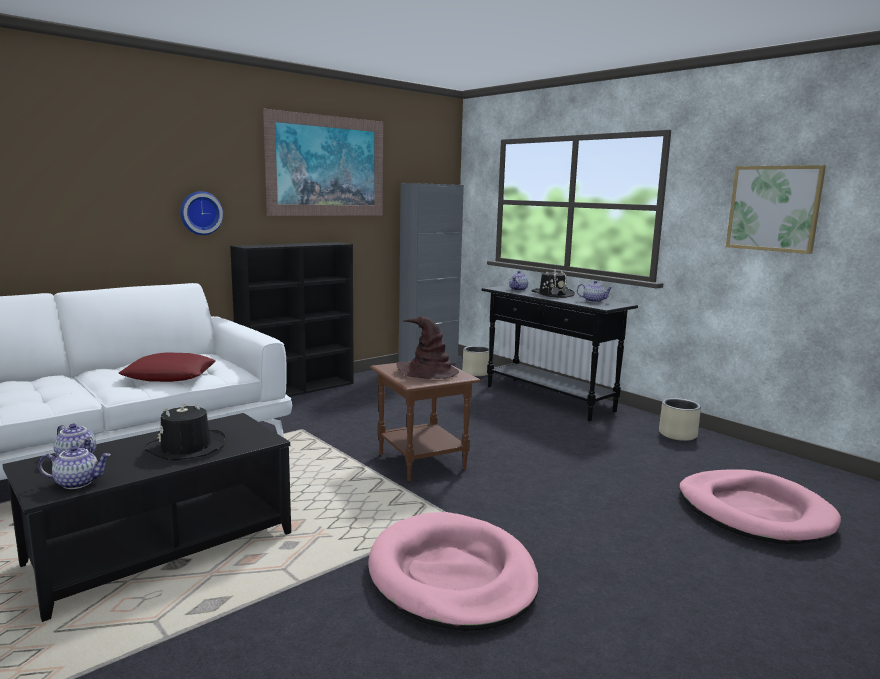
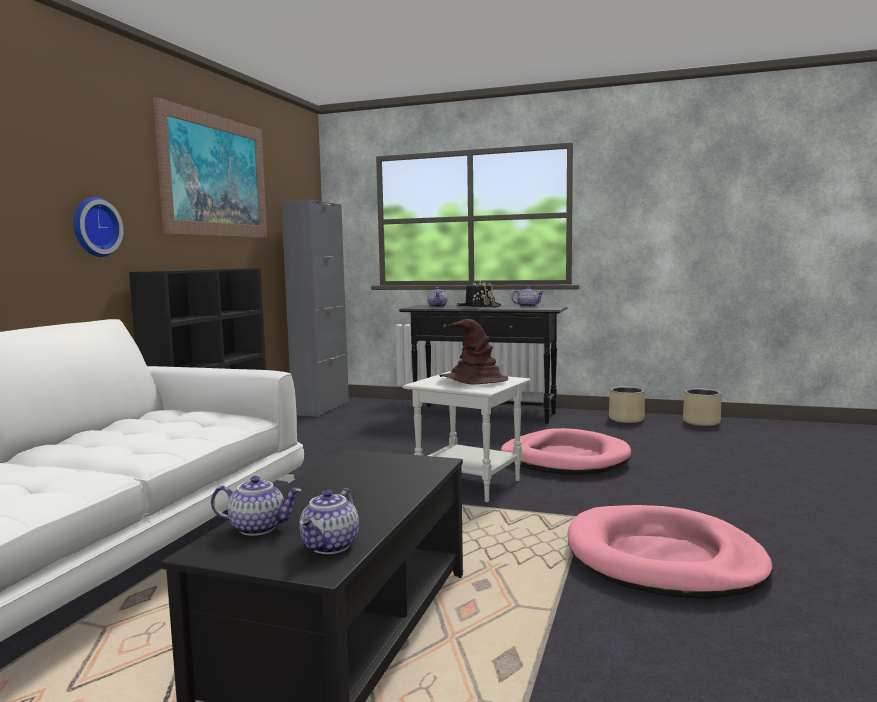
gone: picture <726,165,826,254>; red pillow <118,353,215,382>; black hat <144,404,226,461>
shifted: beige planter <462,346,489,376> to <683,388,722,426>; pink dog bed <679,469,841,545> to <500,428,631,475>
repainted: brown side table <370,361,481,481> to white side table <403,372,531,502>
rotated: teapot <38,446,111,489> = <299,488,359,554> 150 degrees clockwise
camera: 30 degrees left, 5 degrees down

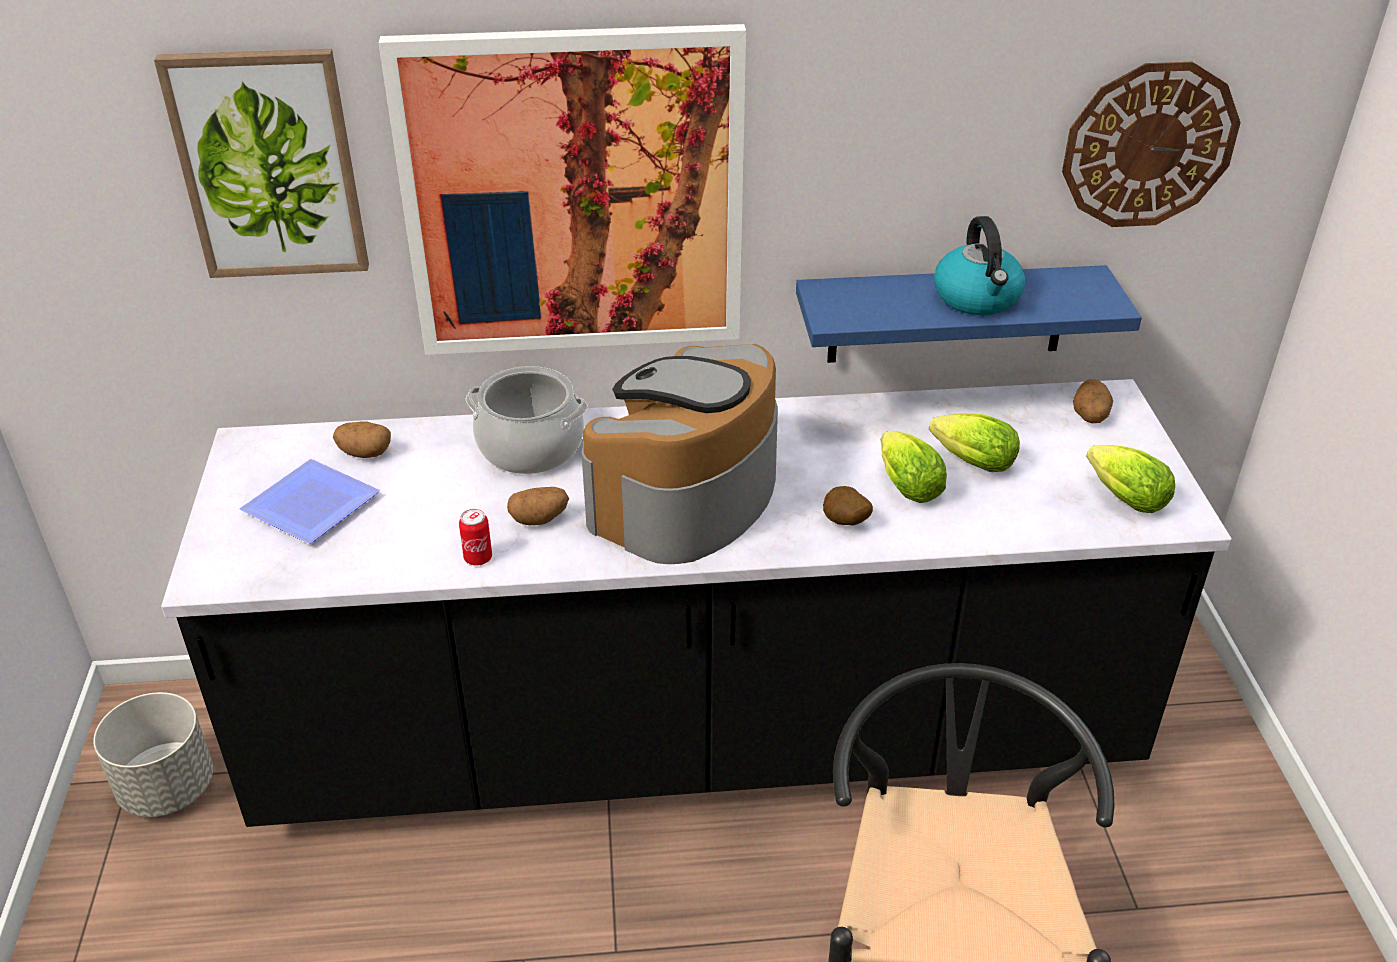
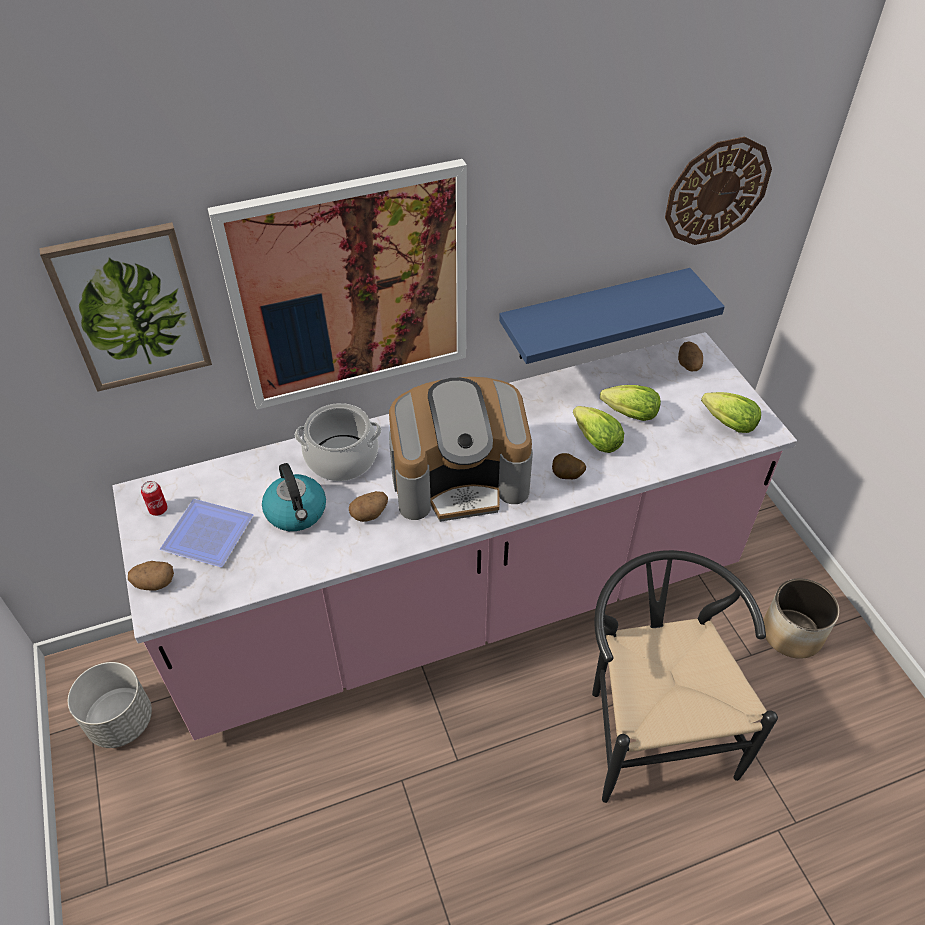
new: planter <763,578,839,659>
shifted: kettle <934,216,1025,315> to <262,463,326,531>; potato <333,421,391,458> to <128,561,174,590>; can <459,509,492,566> to <141,481,168,516>
repainted: black counter <161,379,1232,827> to pink counter <113,332,797,740>
rotated: coffee machine <582,344,778,564> = <389,377,533,522> 120 degrees counterclockwise
camera: 15 degrees left, 10 degrees up

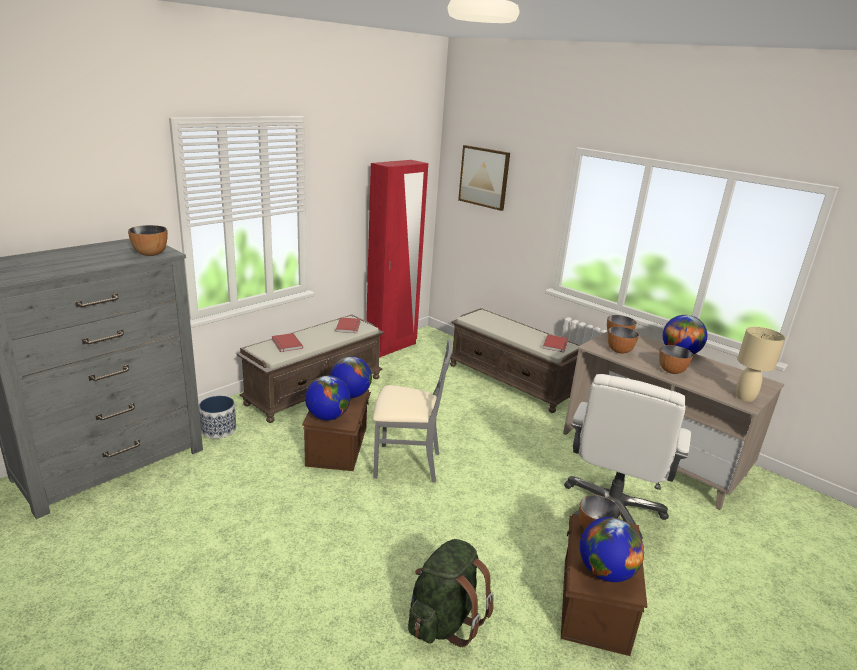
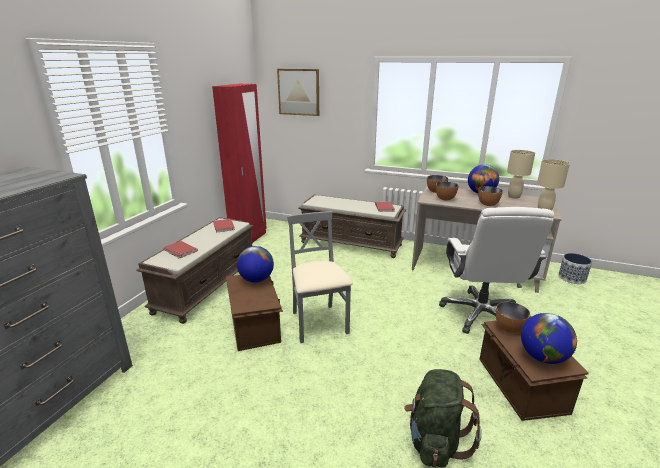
gone: bowl <128,225,168,256>; globe <305,376,350,420>
new: beige table lamp <507,150,535,199>
shifted: planter <199,396,236,439> to <559,253,592,284>
rotated: grey chair <373,339,452,483> = <287,211,353,343> 90 degrees counterclockwise
camera: 20 degrees left, 0 degrees up

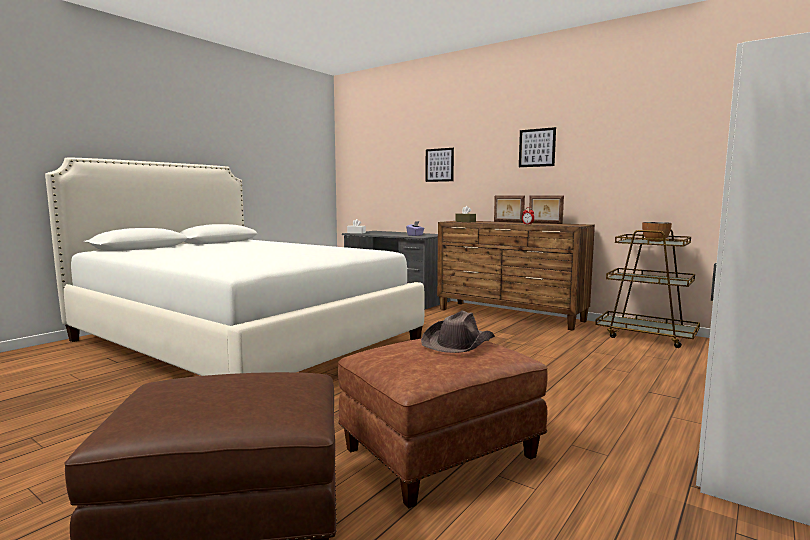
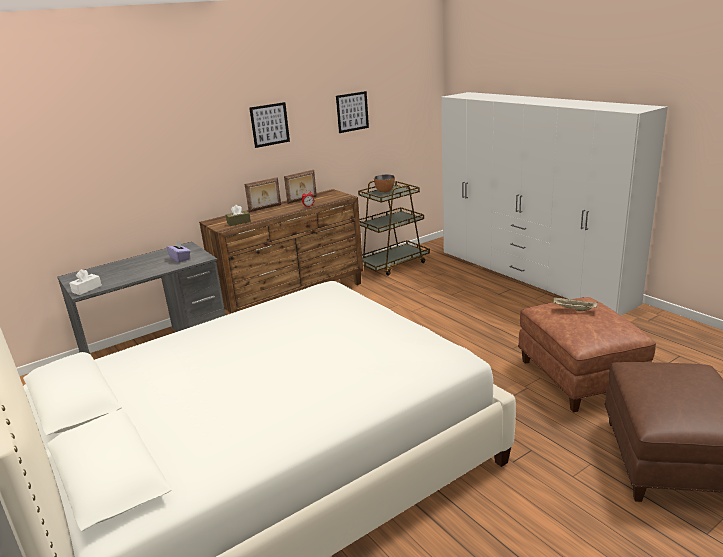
shifted: picture <425,148,454,182> to <336,91,369,133>
swapped: brown hat <421,311,495,353> to beige tray <553,297,598,311>
camera: 70 degrees left, 15 degrees up

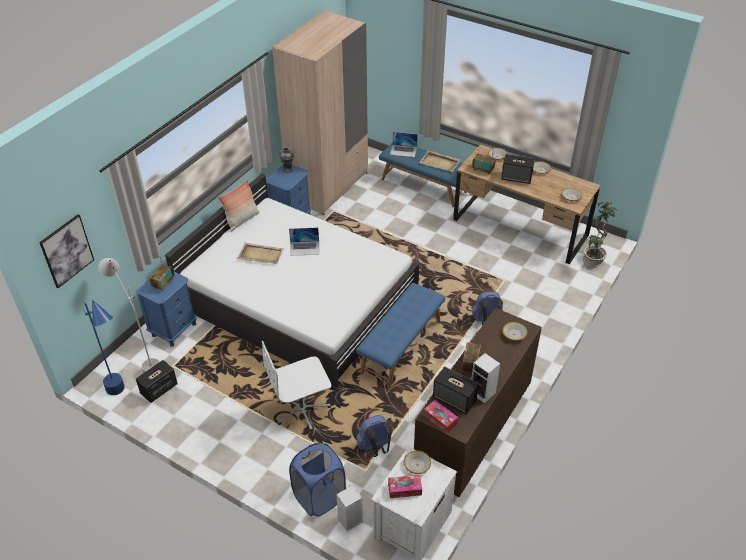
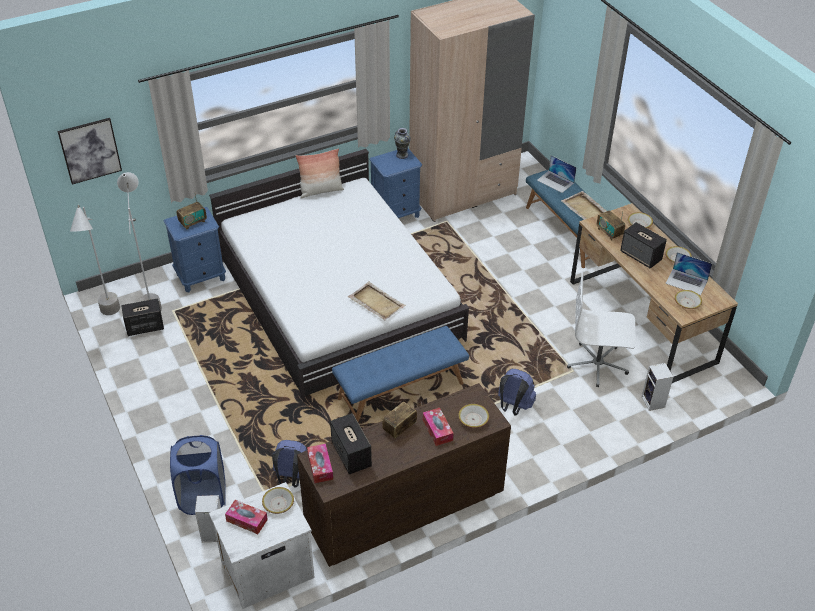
gone: potted plant <583,201,617,268>
new: tissue box <423,408,454,446>
shifted: laptop <289,228,319,256> to <665,252,712,295>; beige tray <237,243,284,264> to <348,282,406,320>; white office chair <262,341,331,431> to <567,272,636,387>; speaker <471,353,500,403> to <642,363,673,411>
repainted: blue floor lamp <83,300,125,395> to grey floor lamp <70,205,120,315>
camera: 30 degrees right, 0 degrees up

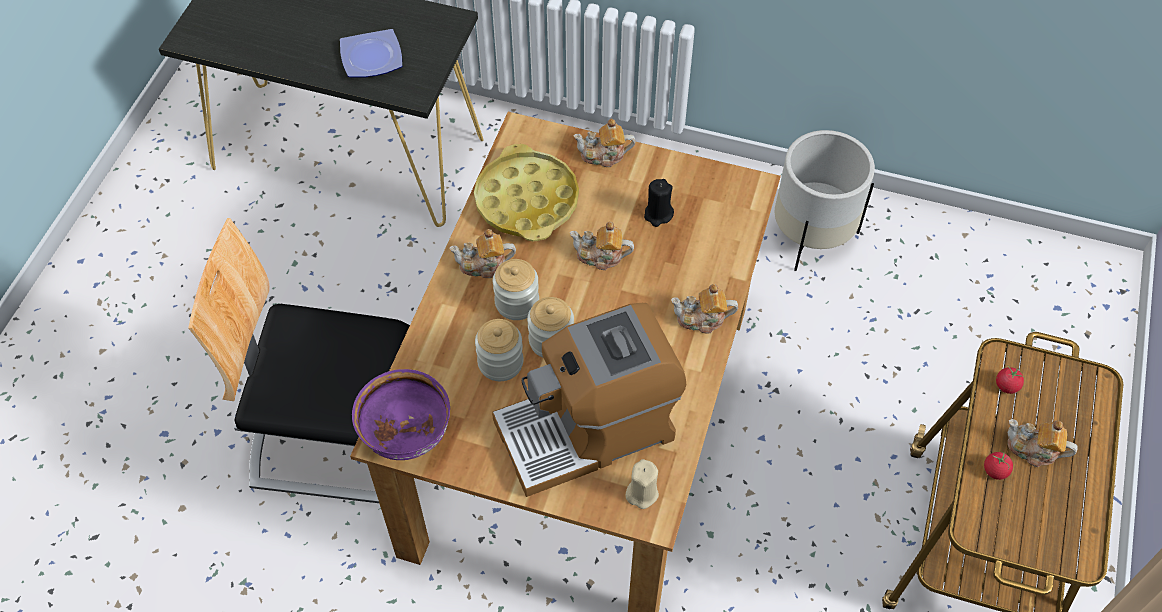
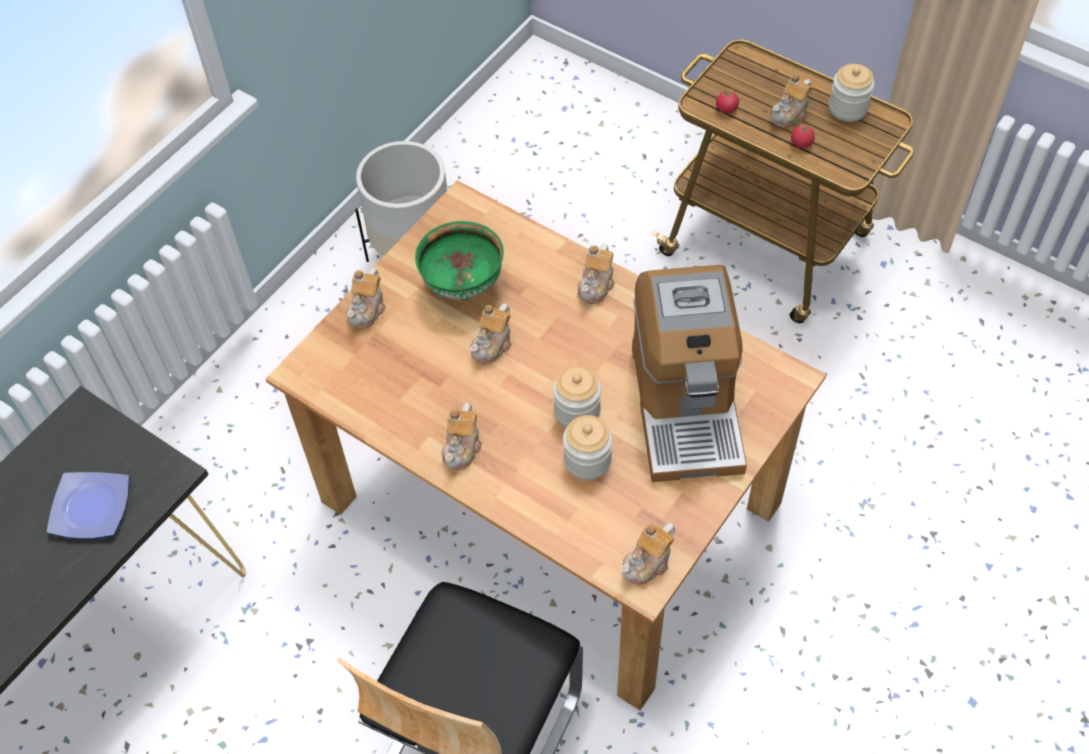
gone: yellow tray <474,144,579,241>; beige candle <625,459,659,509>
shifted: jar <493,259,539,320> to <829,64,875,121>
swapped: black candle <644,179,674,227> to green bowl <415,221,504,300>; purple bowl <352,369,450,460> to teapot <621,523,675,585>
camera: 70 degrees left, 0 degrees up

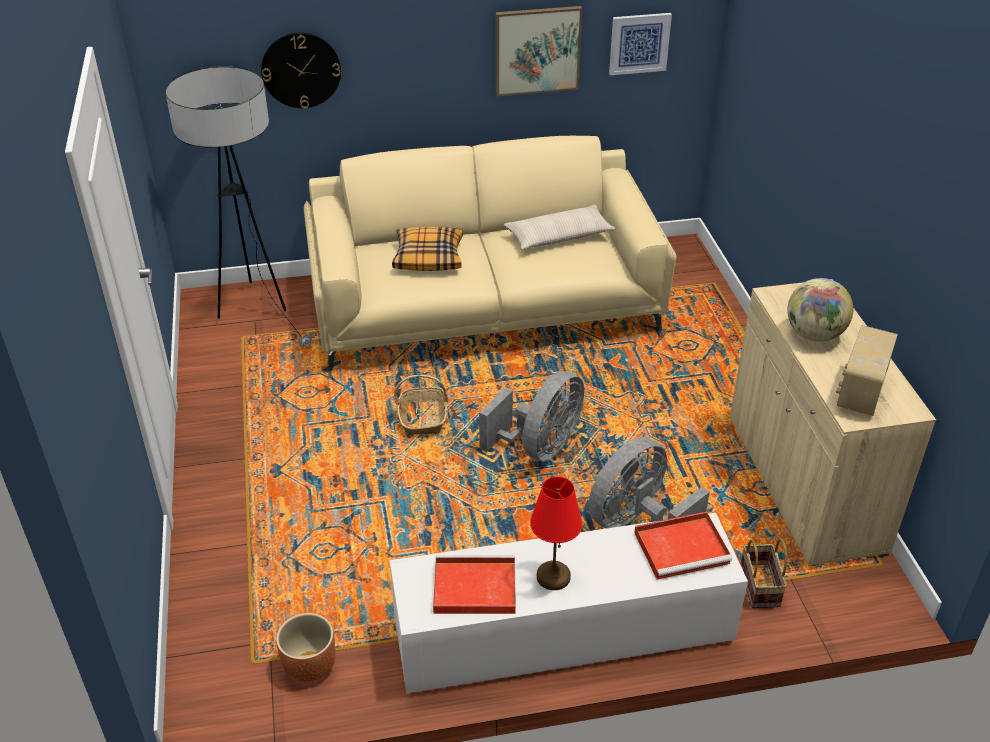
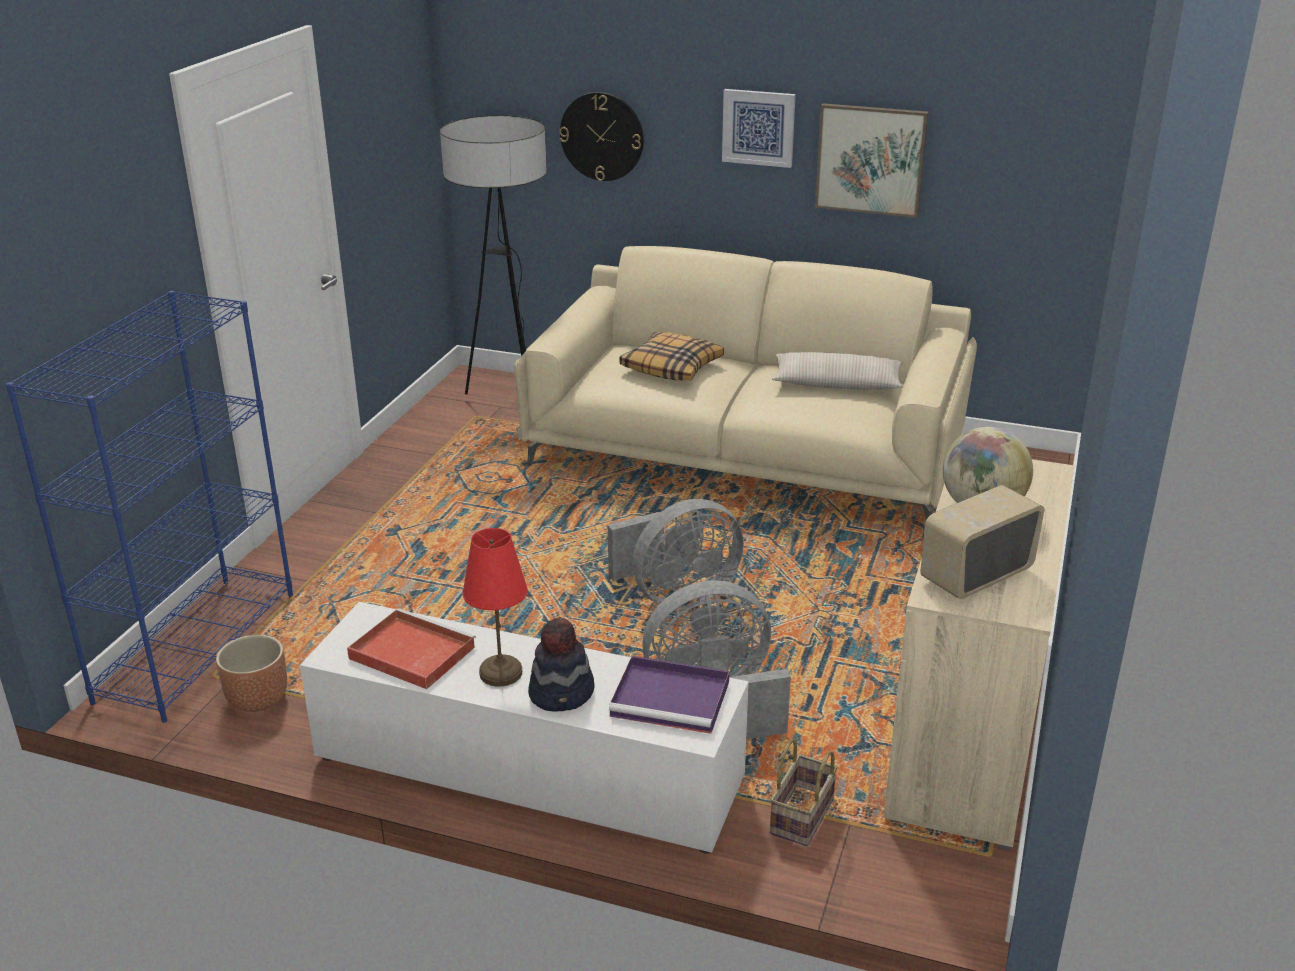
gone: basket <394,375,448,435>
new: blue bookcase <5,291,293,723>; hat <528,617,595,712>
shifted: picture <609,13,672,75> to <722,89,796,168>
repainted: red tray <634,511,732,580> to purple tray <609,656,729,734>
camera: 30 degrees right, 10 degrees down

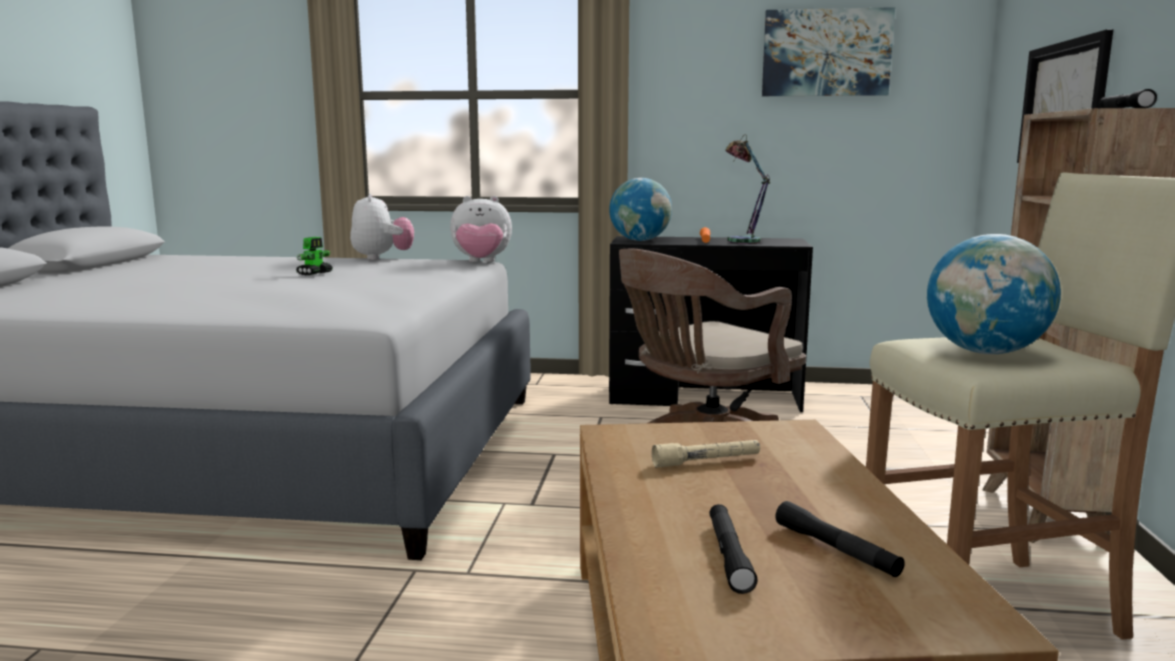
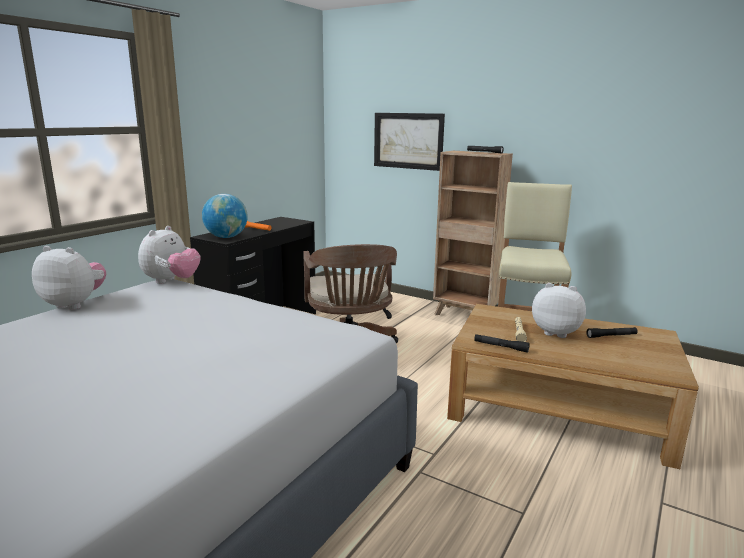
gone: picture <762,7,895,96>; table lamp <725,134,770,244>; globe <927,234,1061,354>; toy robot <296,237,333,276>
new: plush toy <532,283,586,338>
shifted: black flashlight <709,504,758,594> to <474,334,530,353>
camera: 65 degrees left, 5 degrees up

